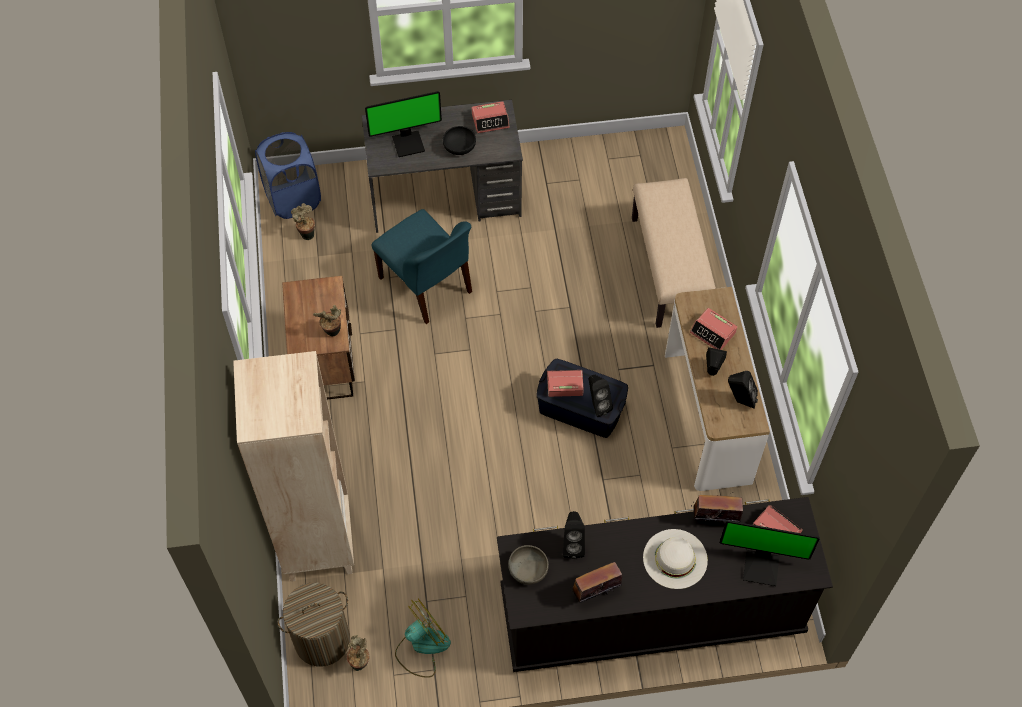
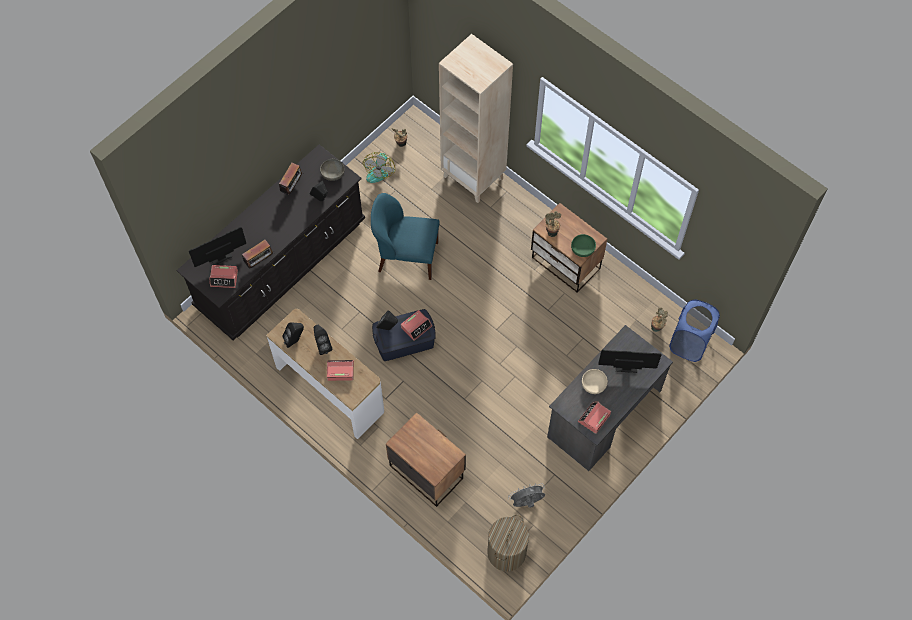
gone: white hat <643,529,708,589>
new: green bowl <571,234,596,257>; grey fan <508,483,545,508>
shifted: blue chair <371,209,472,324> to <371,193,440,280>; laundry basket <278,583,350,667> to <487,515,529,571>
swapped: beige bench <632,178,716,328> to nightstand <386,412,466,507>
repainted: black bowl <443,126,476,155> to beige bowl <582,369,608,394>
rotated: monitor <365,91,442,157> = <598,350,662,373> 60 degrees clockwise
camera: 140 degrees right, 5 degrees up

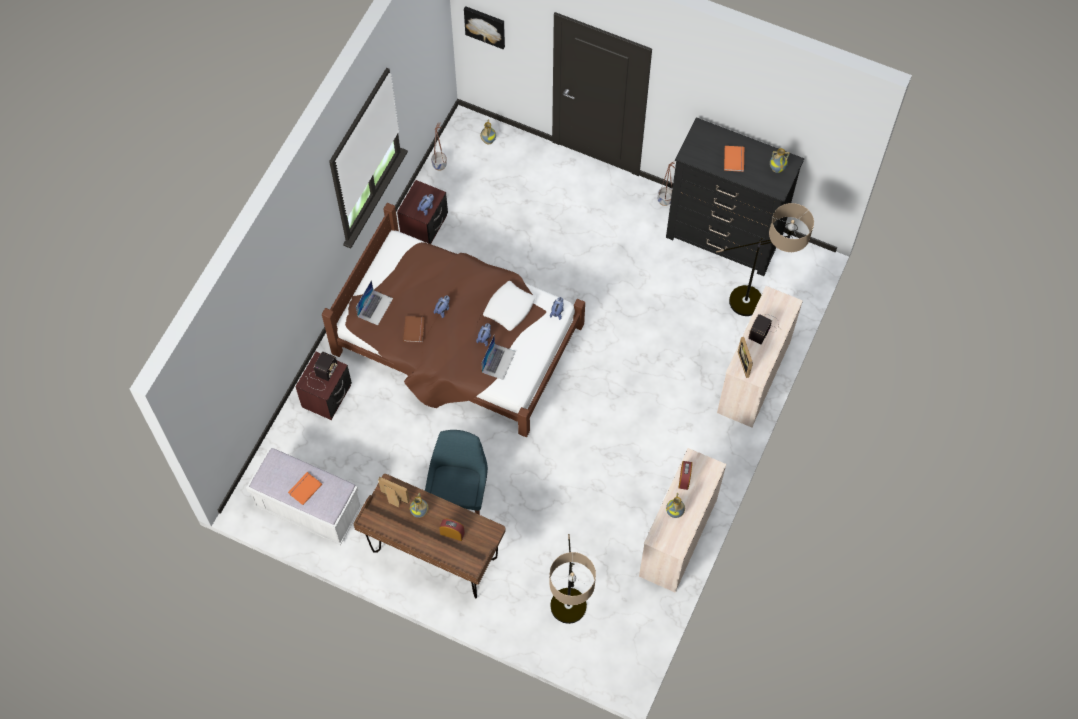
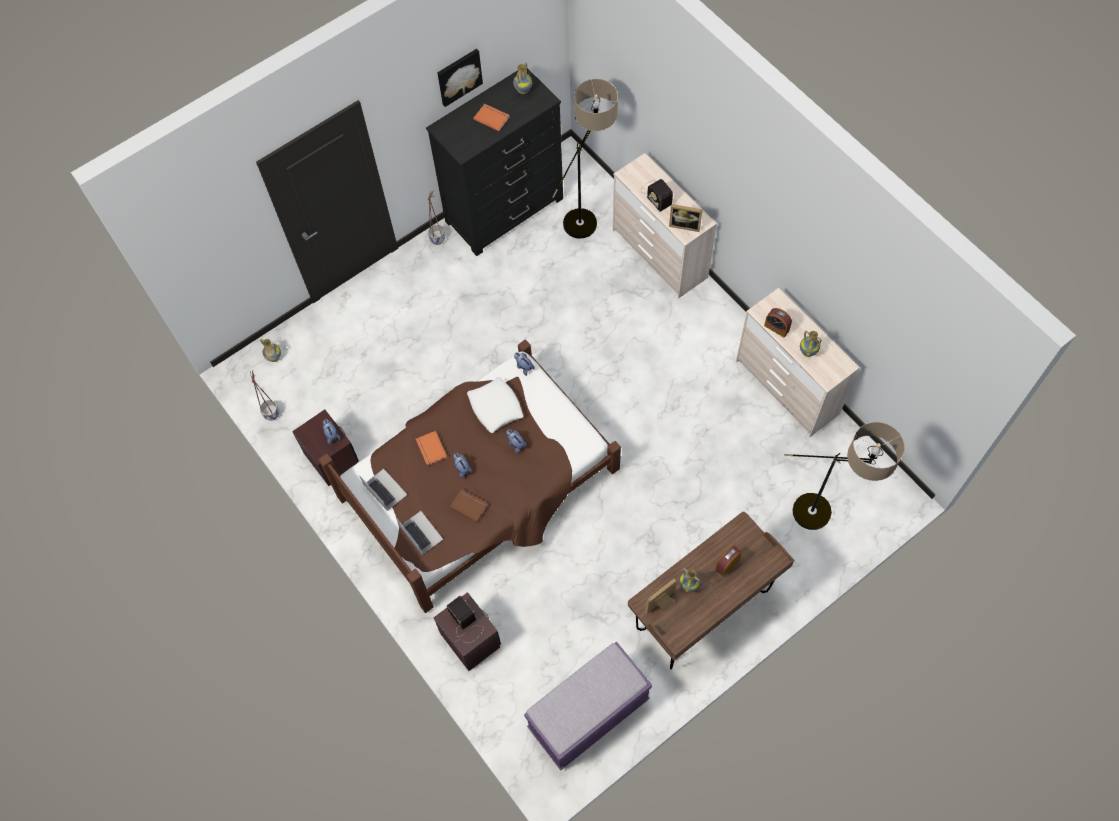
gone: blue chair <425,430,488,515>
shifted: picture <464,6,505,49> to <437,49,483,107>; laptop <481,336,516,380> to <359,469,407,511>; orange book <288,472,322,505> to <416,431,447,466>
repainted: white bench <246,448,362,545> to purple bench <524,642,652,770>
camera: 60 degrees left, 0 degrees up

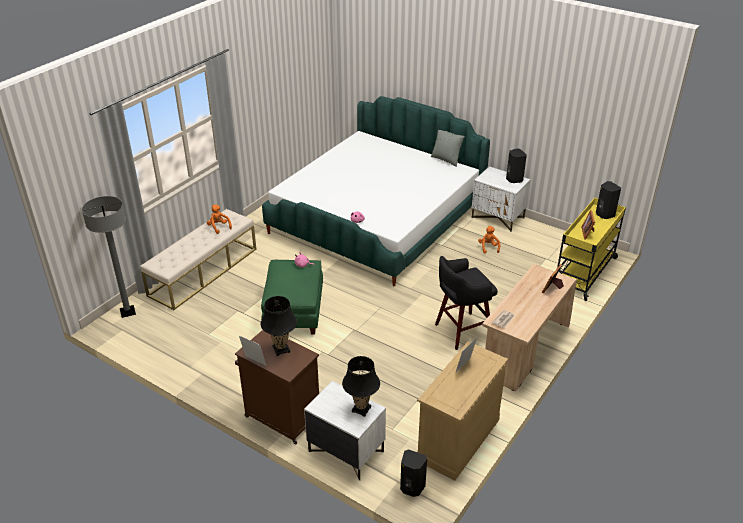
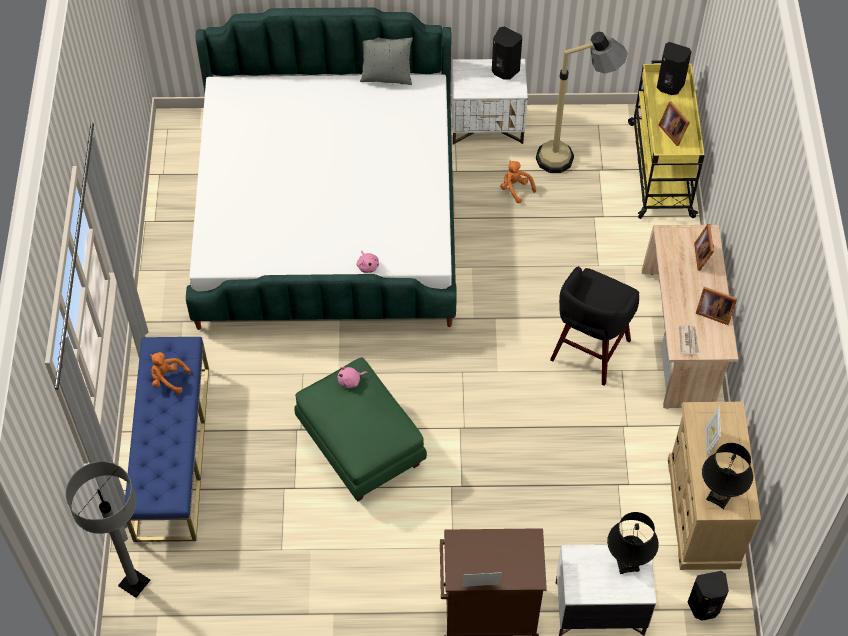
new: floor lamp <536,31,628,173>; picture frame <696,287,737,325>
shifted: black table lamp <261,296,297,356> to <702,443,753,509>
repainted: beige bench <140,209,256,310> to blue bench <124,337,209,542>
camera: 35 degrees left, 20 degrees up

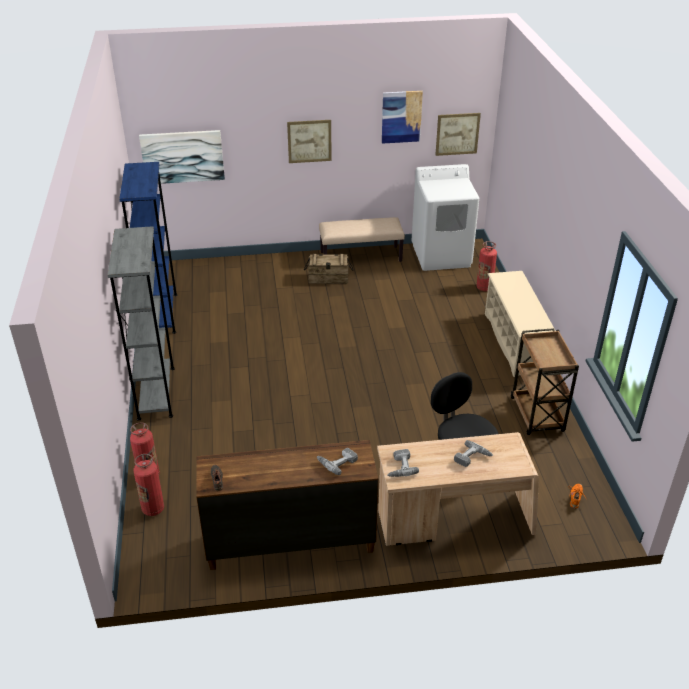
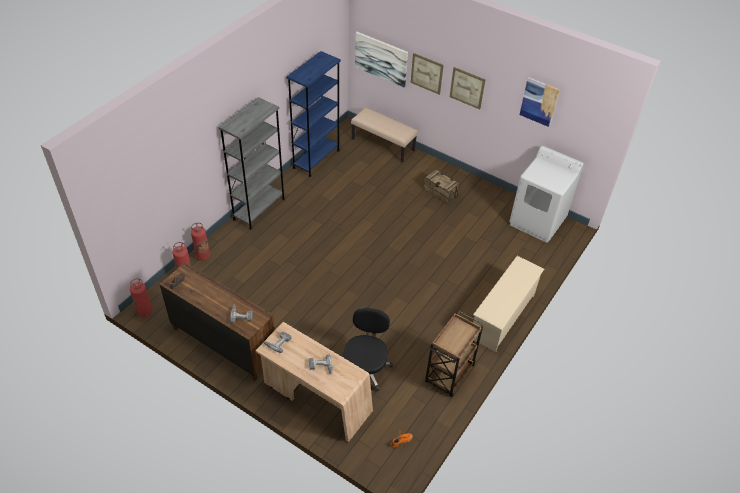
shifted: picture <435,113,481,156> to <411,53,444,95>; beige bench <319,217,405,262> to <351,107,418,163>; fire extinguisher <476,241,497,291> to <130,278,153,318>
camera: 40 degrees right, 10 degrees up

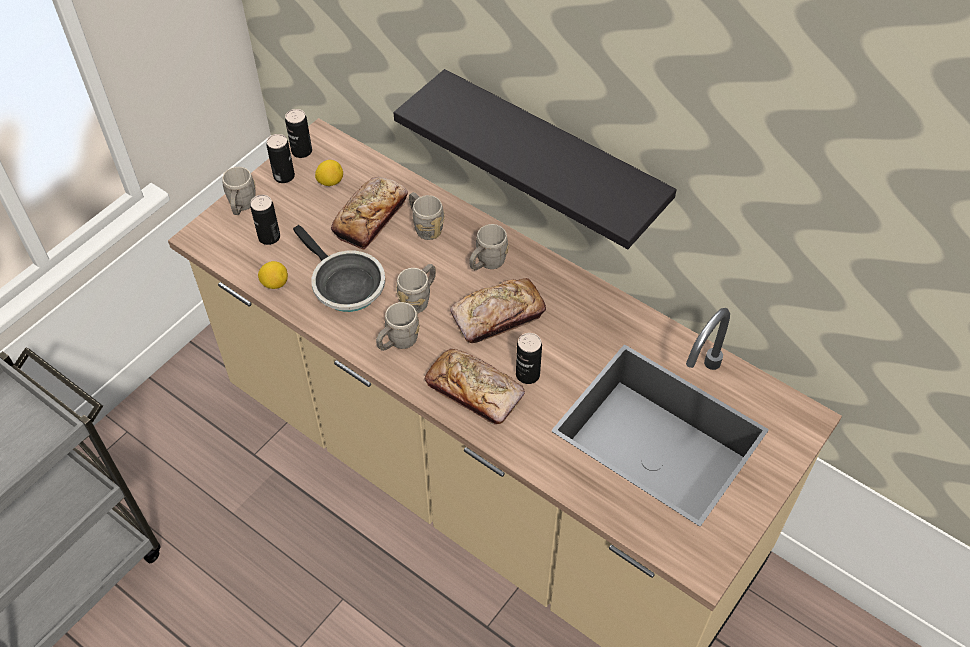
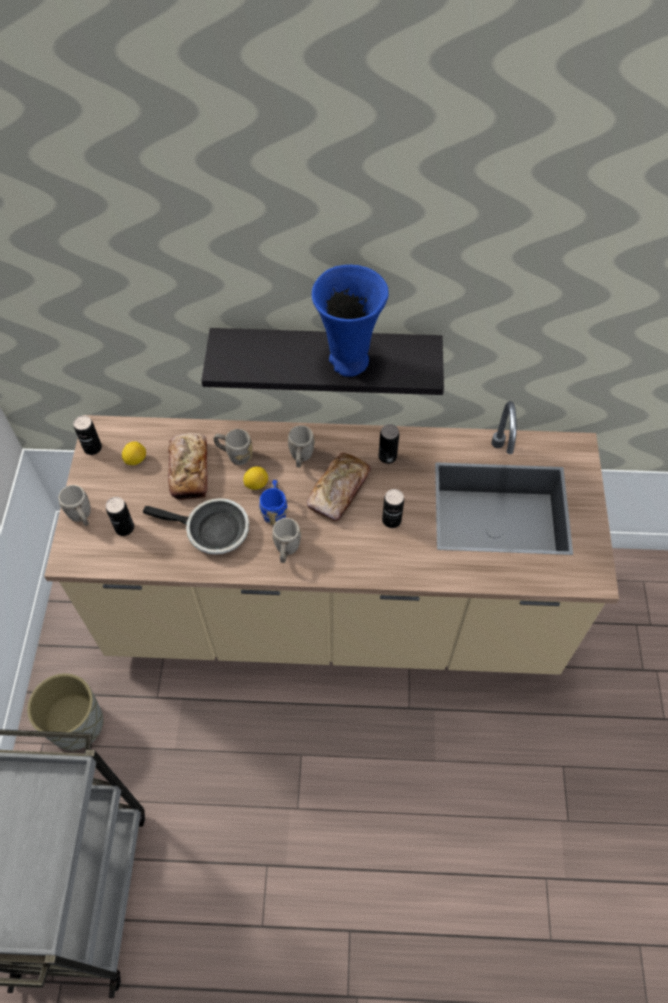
gone: bread <425,349,525,424>
new: blue vase <312,265,389,377>; grey planter <27,673,104,751>
shifted: can <267,134,295,183> to <378,424,399,464>; lemon <258,261,288,289> to <243,466,268,490>
repainted: grey mug <396,264,436,313> to blue mug <259,480,288,526>
camera: 35 degrees left, 5 degrees up

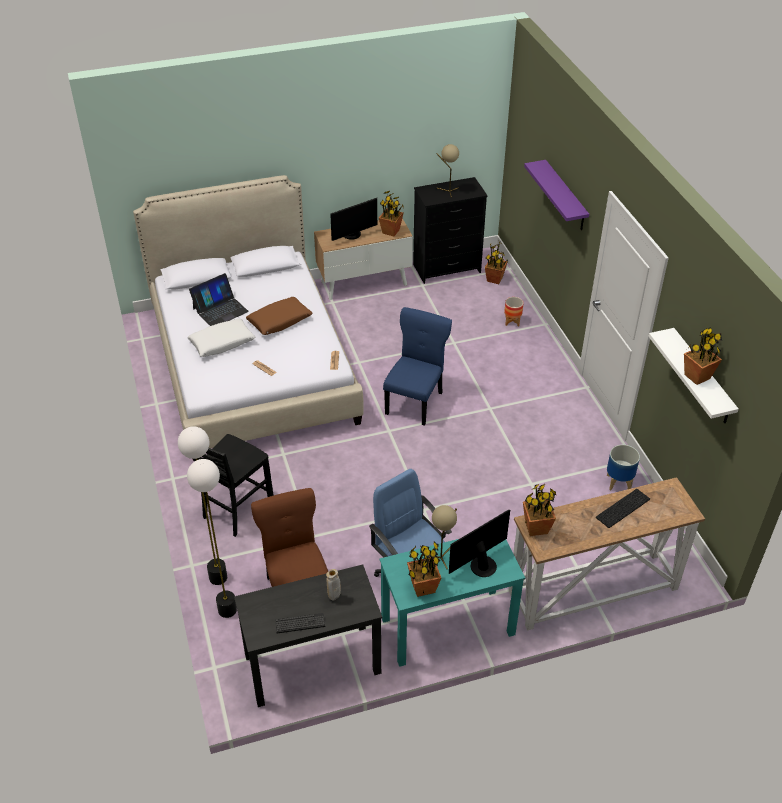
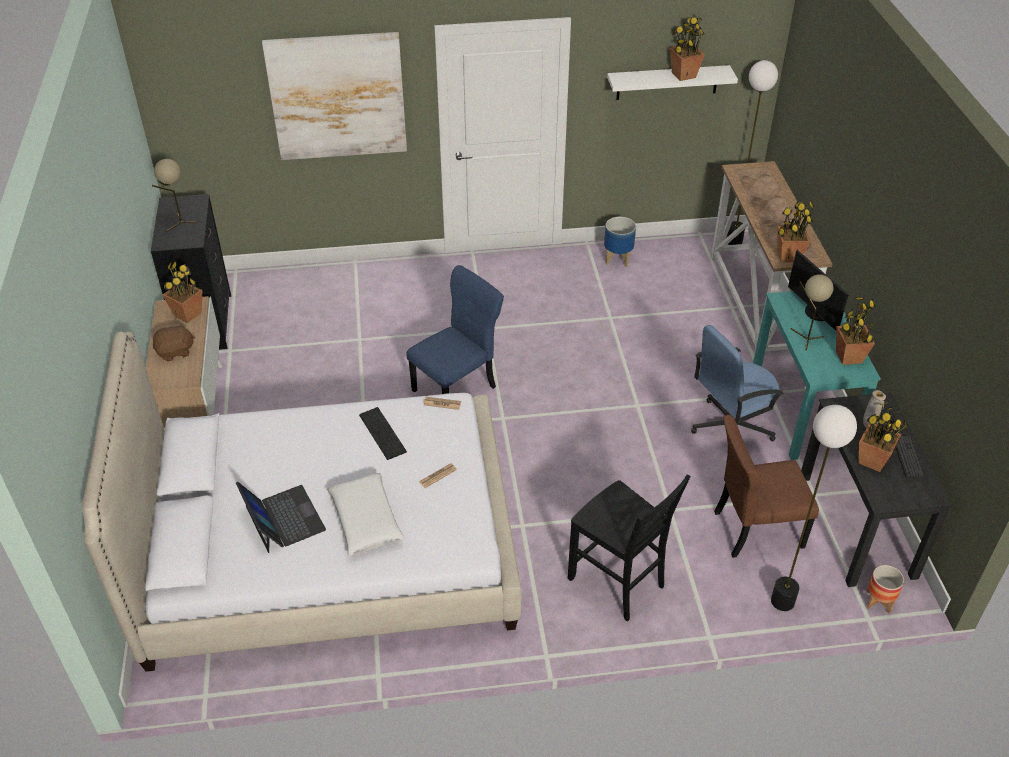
gone: brown pillow <246,297,313,335>
shifted: potted plant <485,241,508,284> to <858,403,908,472>; planter <504,297,523,327> to <867,565,904,613>; floor lamp <178,426,227,585> to <726,60,778,245>; keyboard <596,489,650,528> to <359,407,407,460>
swapped: purple shelf <524,160,589,230> to picture <262,32,407,160>; monitor <330,198,377,241> to brown plush toy <153,322,195,362>
rotated: blue chair <383,307,452,426> = <407,265,504,394> 105 degrees clockwise
camera: 80 degrees left, 0 degrees up

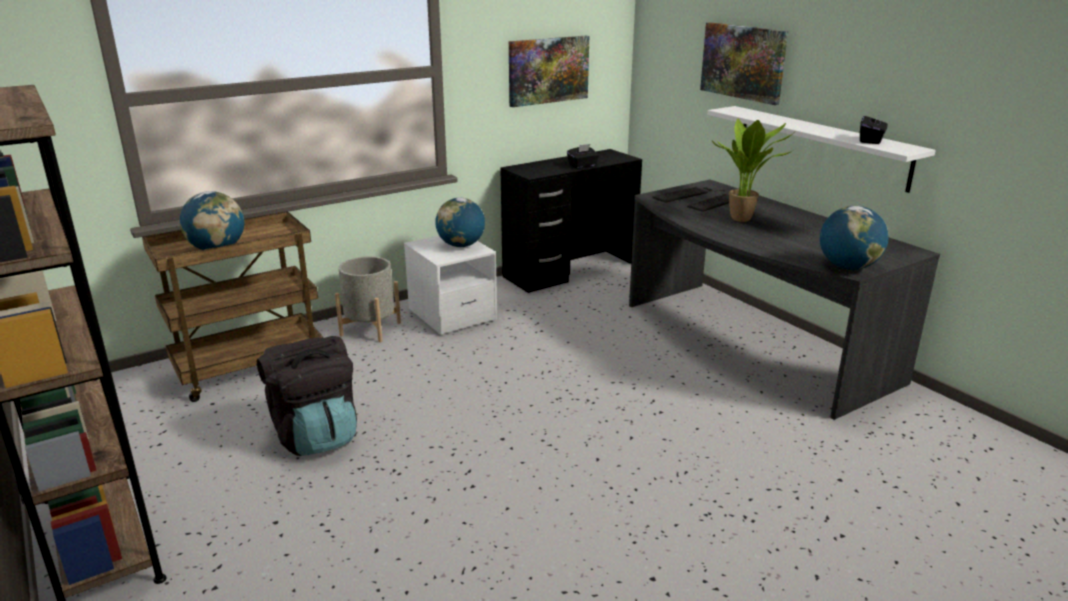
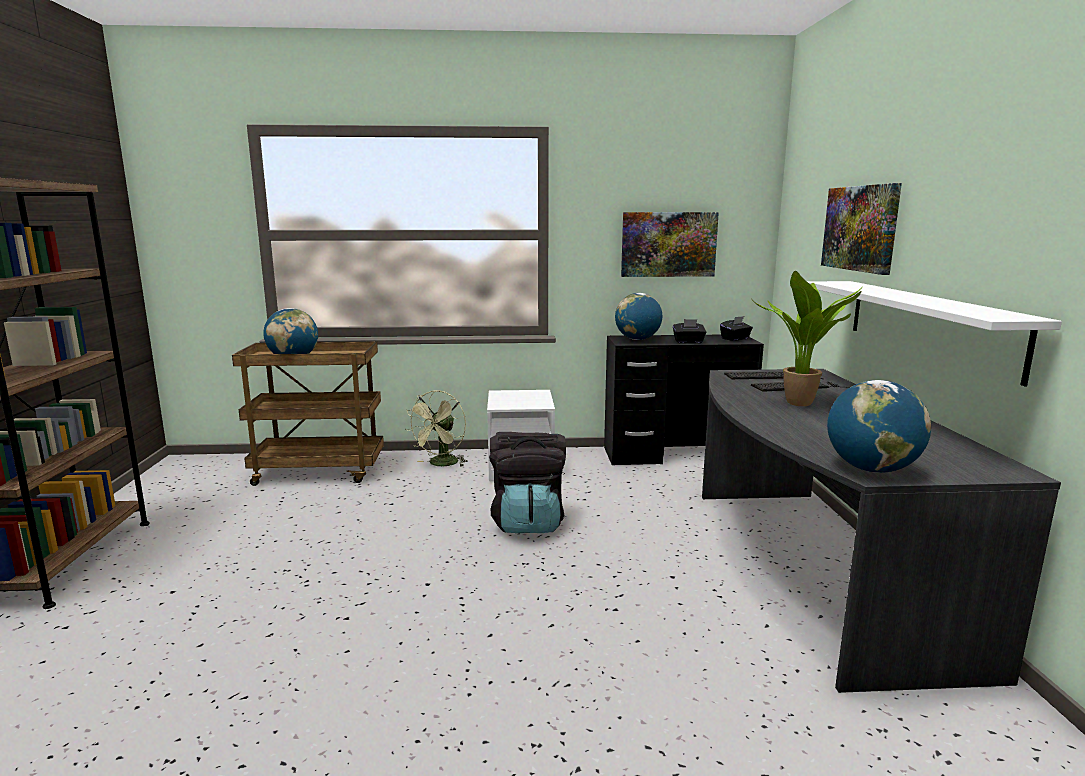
shifted: black tissue box <860,112,888,144> to <720,316,753,341>; globe <435,197,485,247> to <615,293,662,340>; black backpack <257,336,357,456> to <489,432,566,533>
swapped: grey planter <335,257,401,342> to green fan <406,390,468,467>
camera: 30 degrees right, 10 degrees down

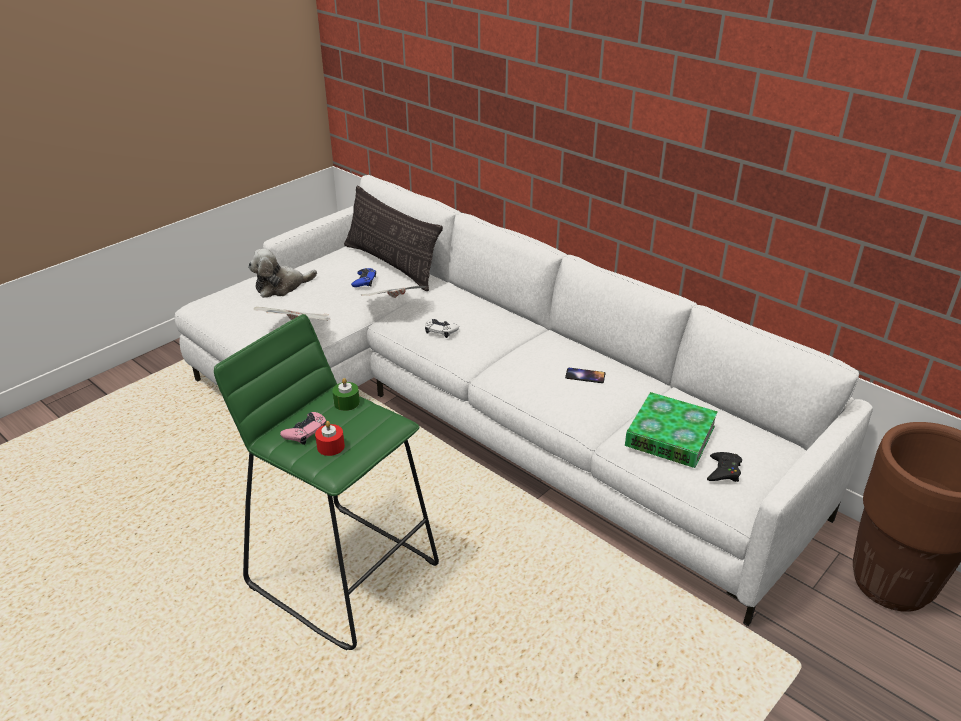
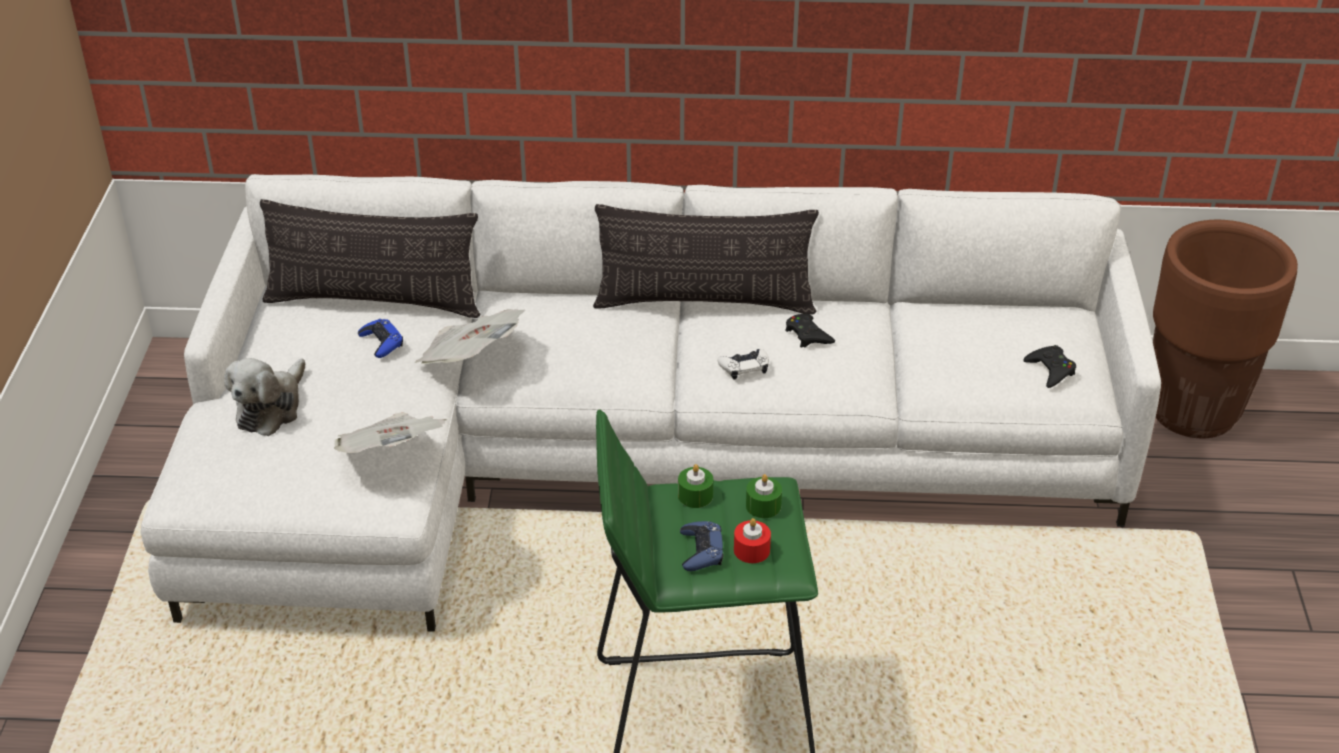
gone: book <625,392,718,468>
new: pillow <593,204,819,315>; green candle <746,474,782,518>
shifted: white game controller <425,319,459,338> to <718,349,769,379>
swapped: phone <565,368,605,383> to black game controller <785,314,835,348>
repainted: pink game controller <280,412,326,445> to blue game controller <680,521,724,571>
camera: 40 degrees left, 5 degrees up

